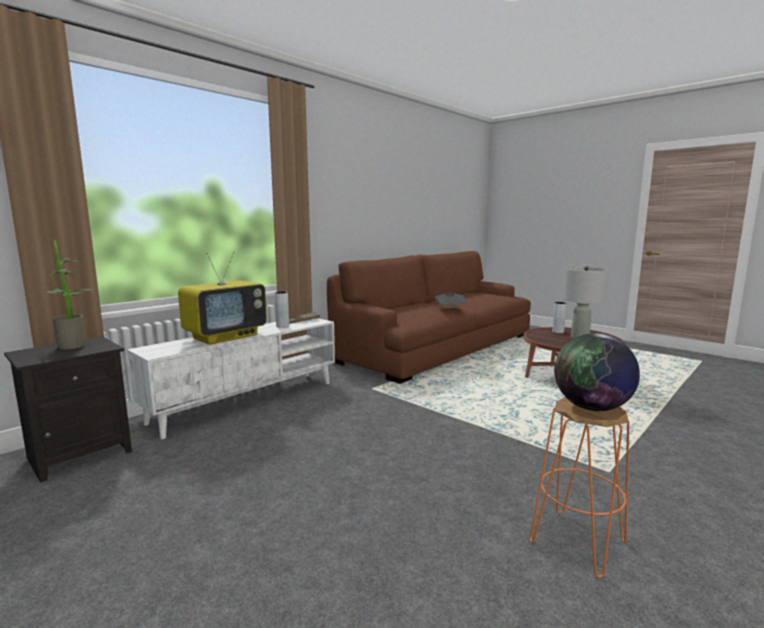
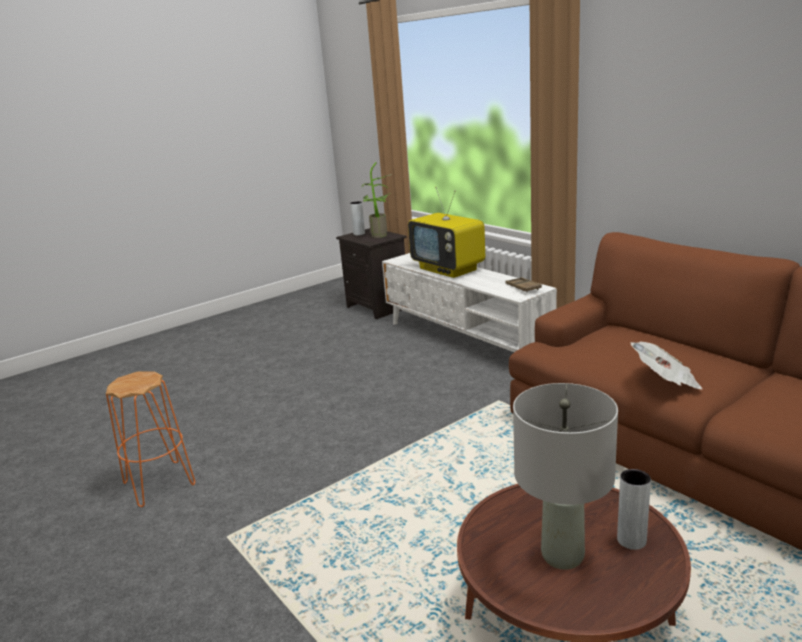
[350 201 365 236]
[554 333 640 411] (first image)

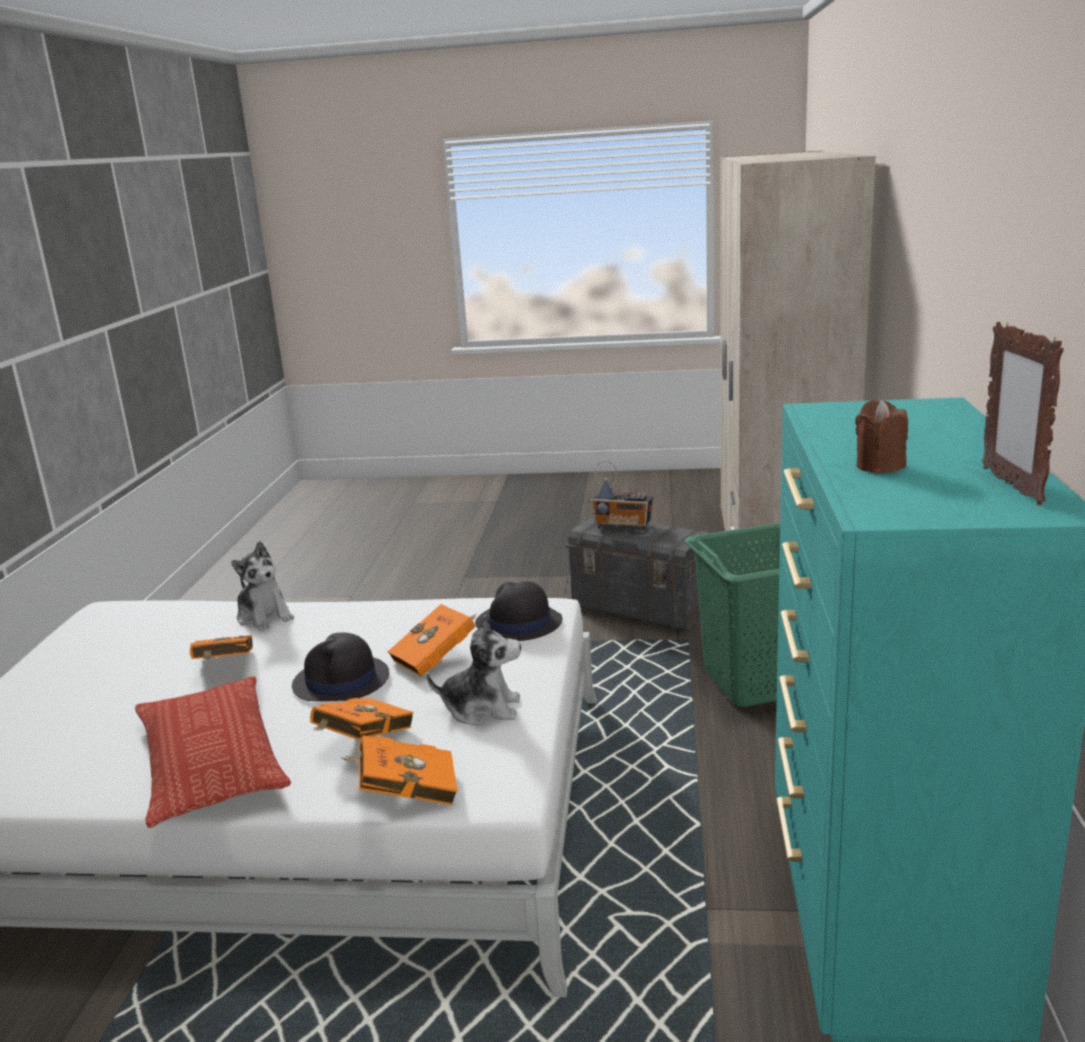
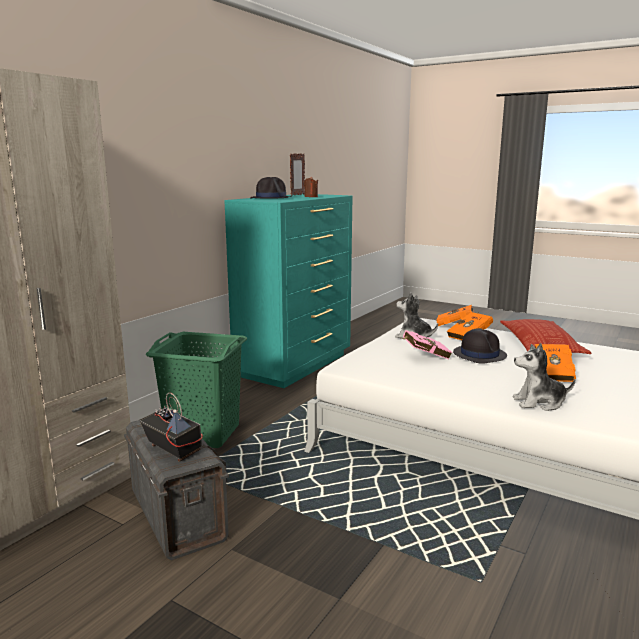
[513 343 575 411]
[250 177 292 199]
[399 330 452 359]

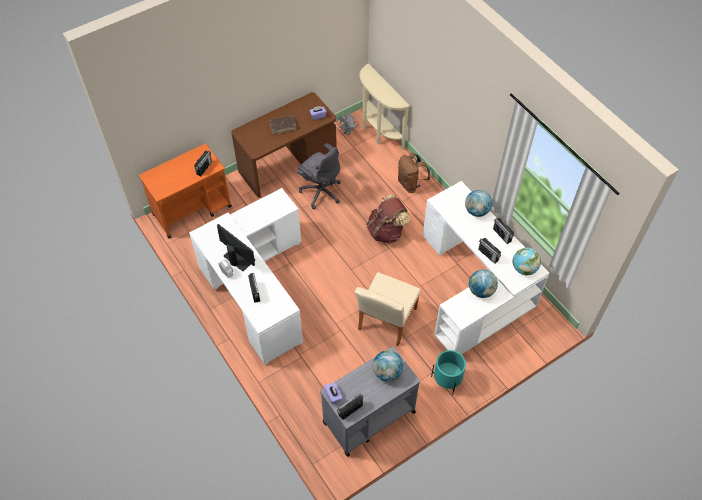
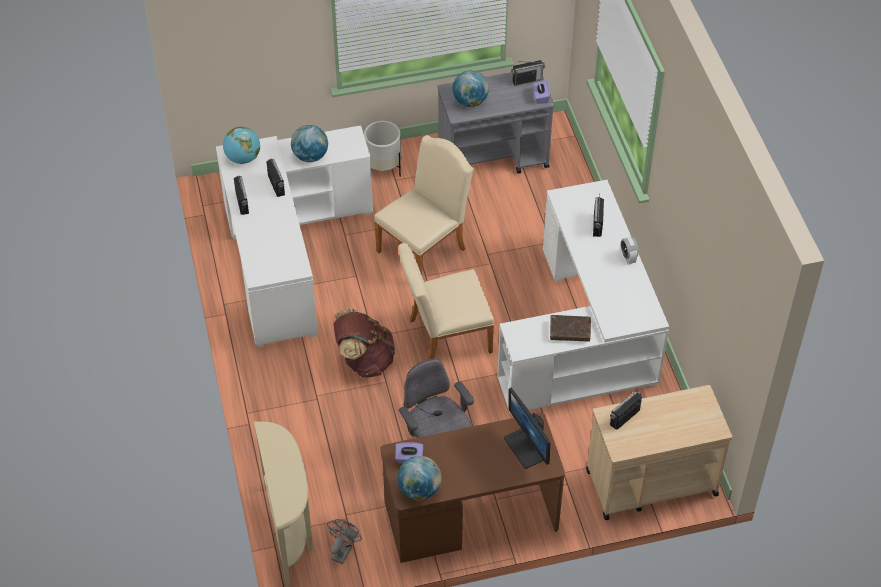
[550 315 591 342]
[586 385 732 520]
[398 153 430 193] (first image)
[397 456 442 500]
[504 388 550 469]
[364 121 401 176]
[398 243 494 360]

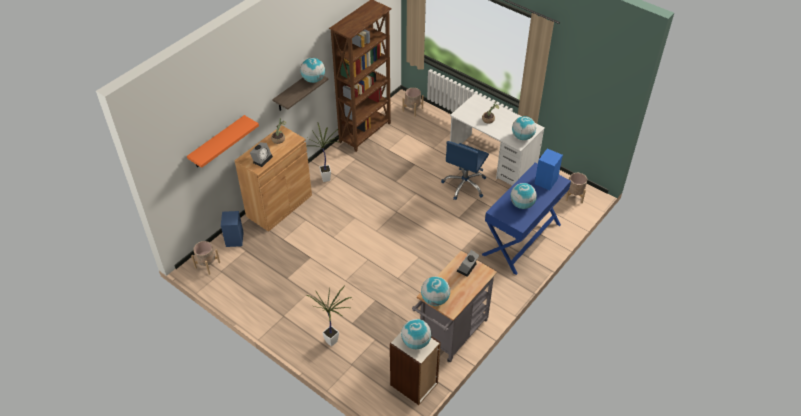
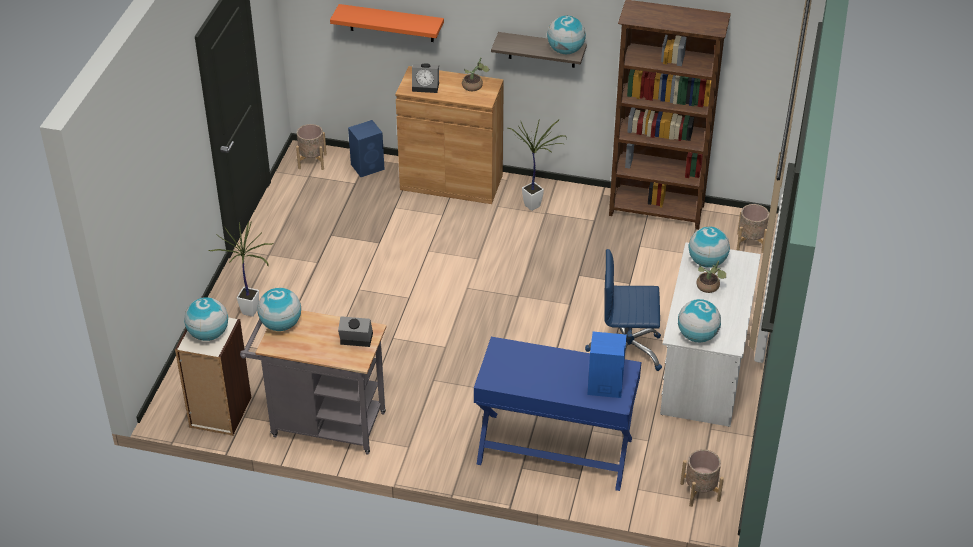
[689 227 730 268]

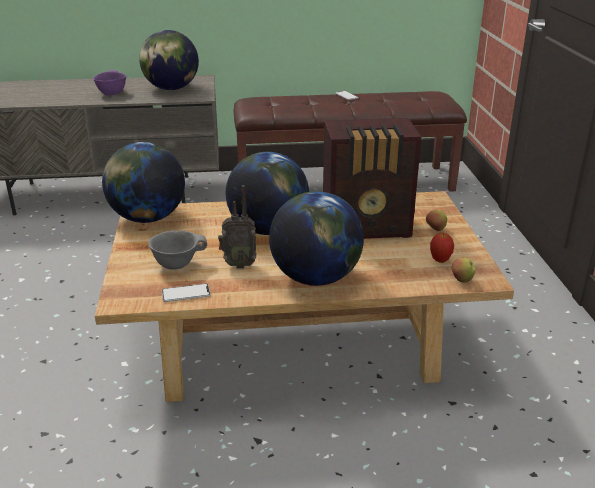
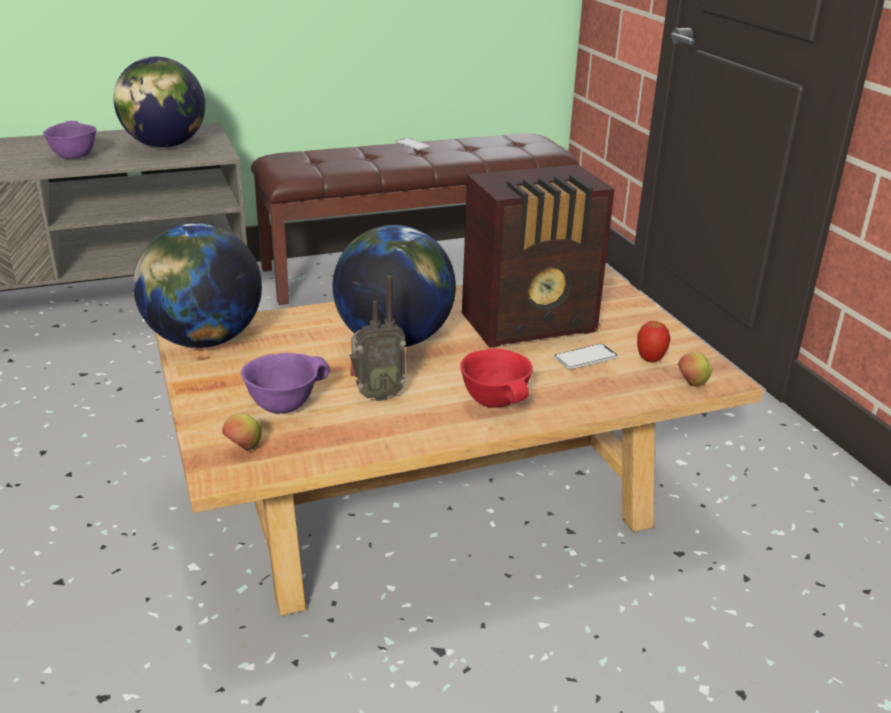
[460 349 533 408]
[222 413 262 451]
[241 353 330 414]
[554 344 618 369]

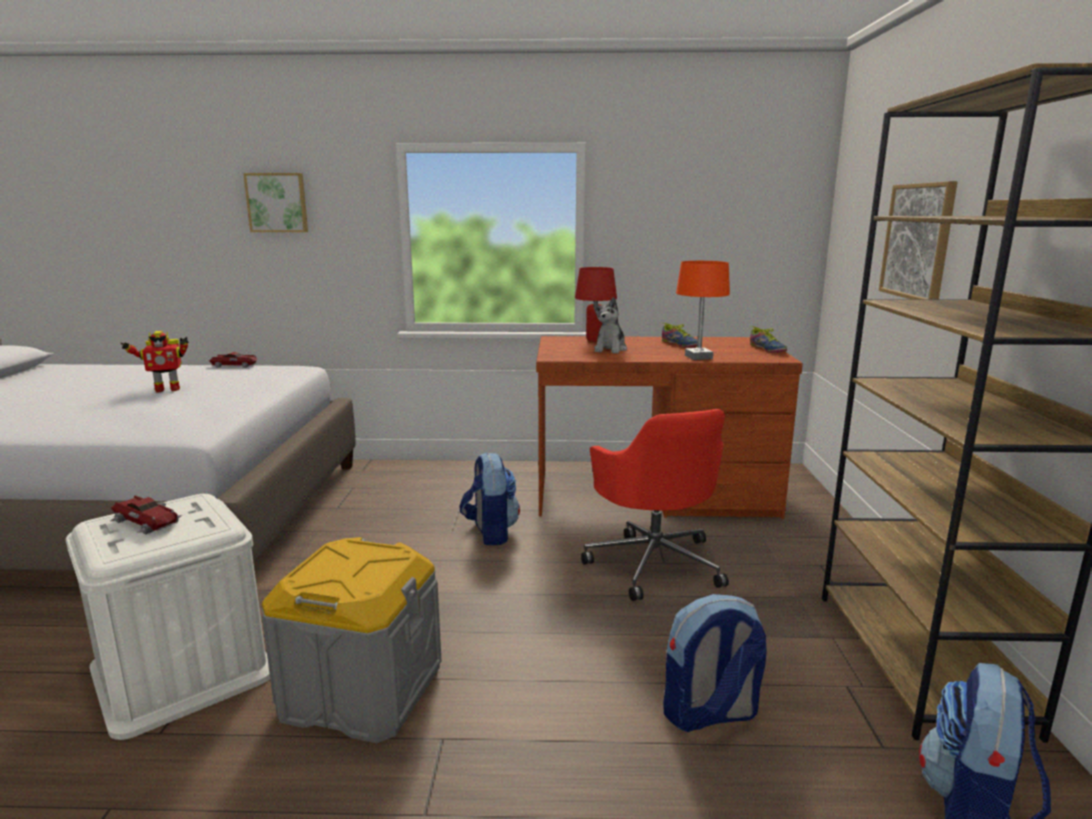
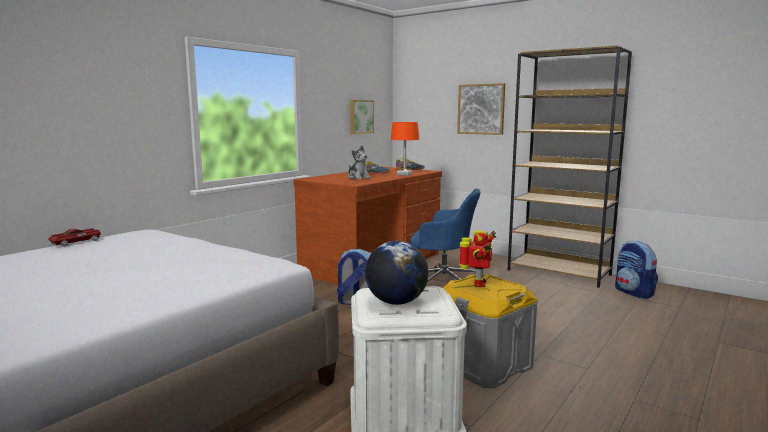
[350 100 374 134]
[575 267 617 342] (first image)
[459 231 496 287]
[410 189 481 287]
[365 241 429 305]
[663 594 767 732] (first image)

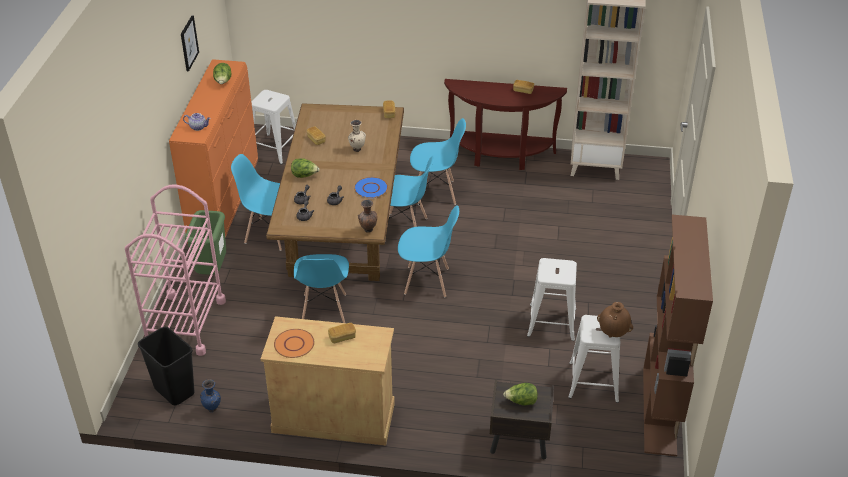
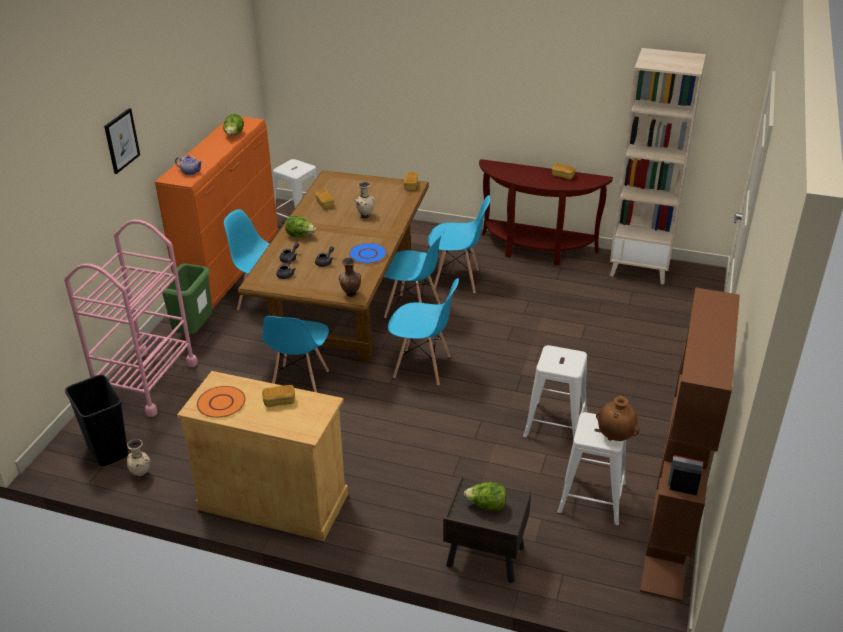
[104 108 140 174]
[127 439 150 479]

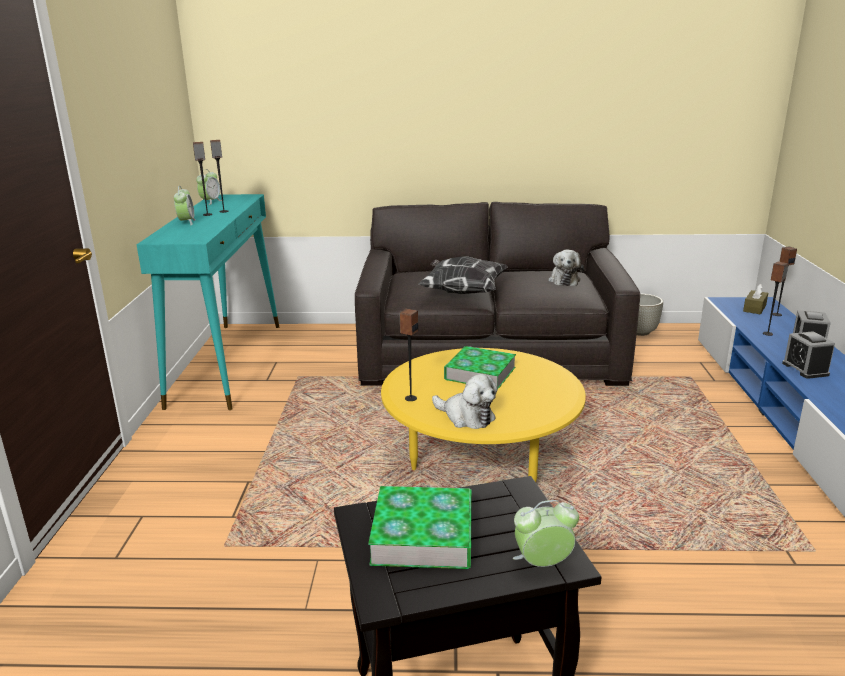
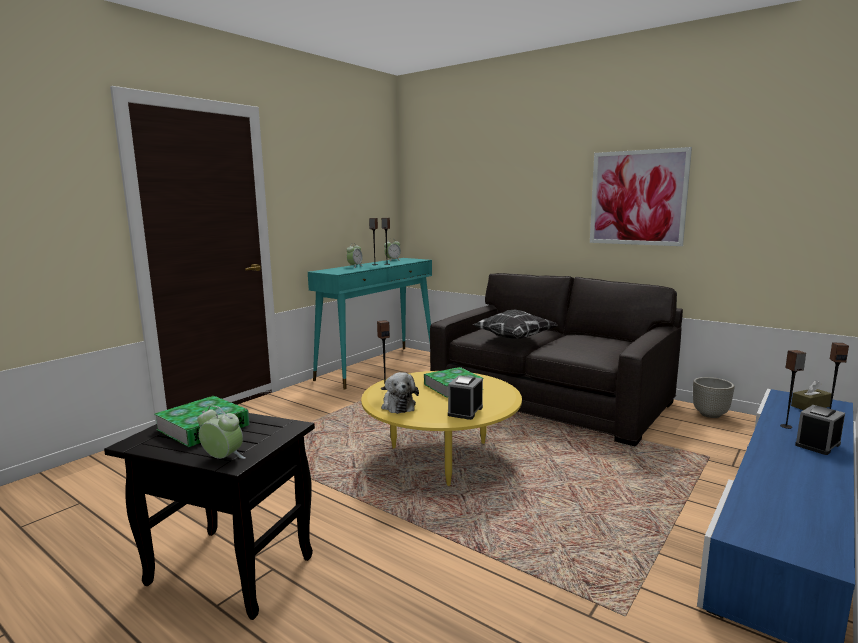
[548 250 584 286] (first image)
[448 375 483 420]
[590 147 692 246]

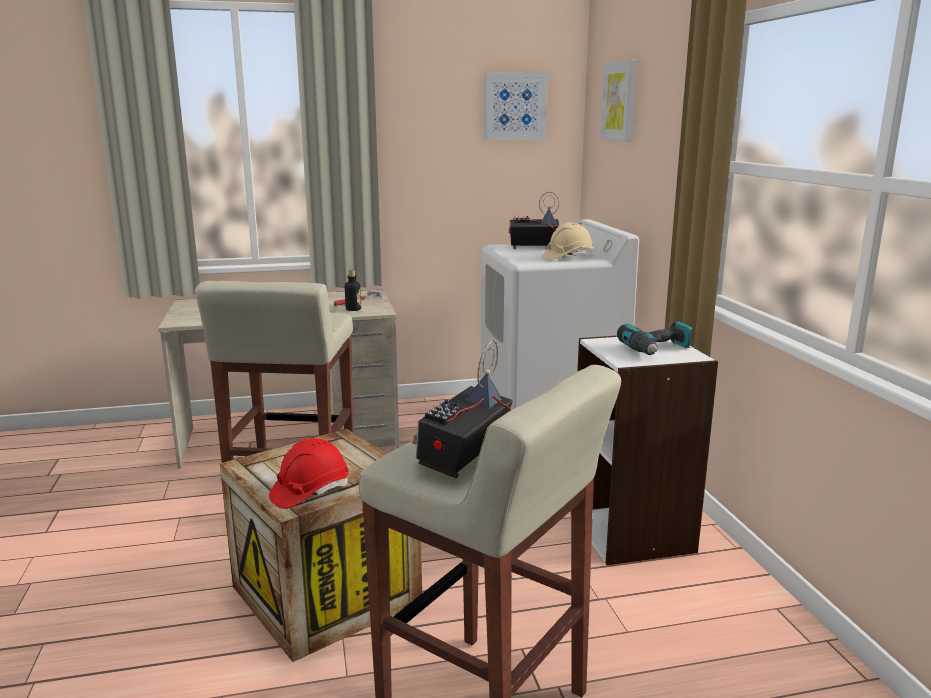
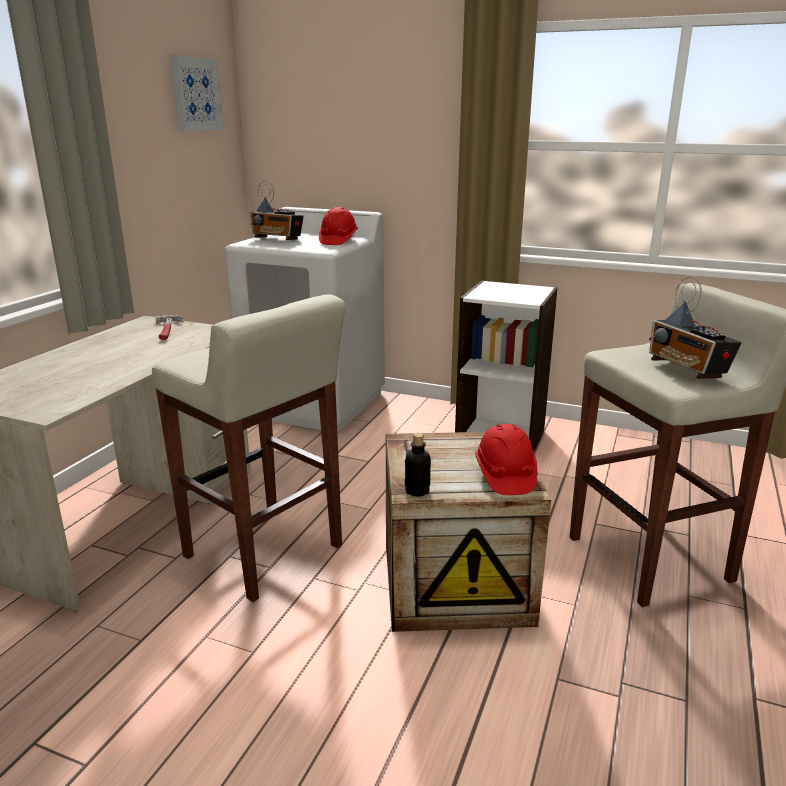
[600 60 636 142] (first image)
[249 181 304 240]
[319 207 358 245]
[405 433 431 496]
[617 321 692 355] (first image)

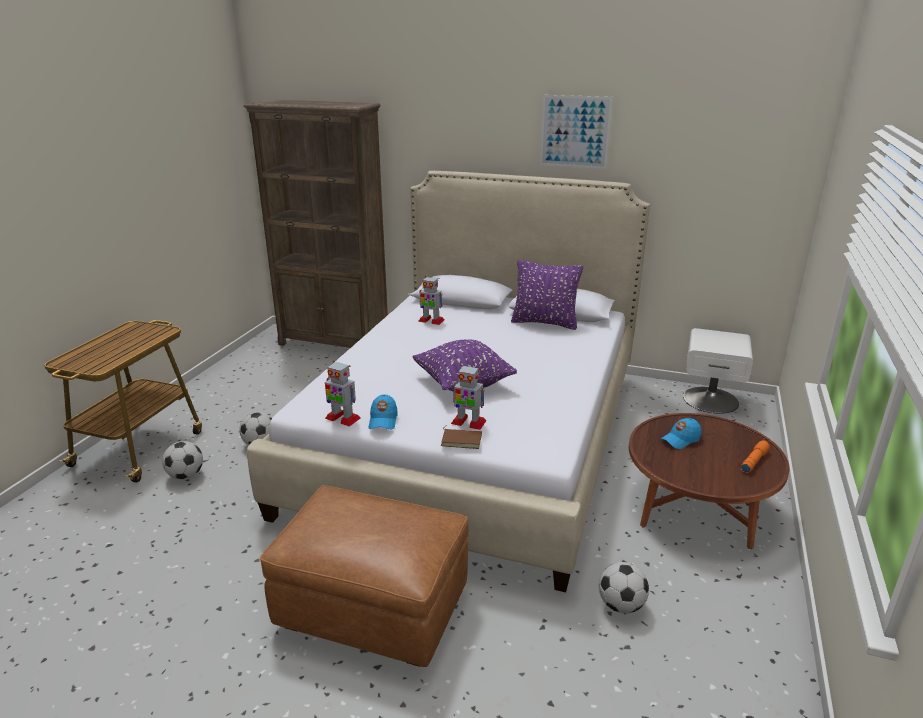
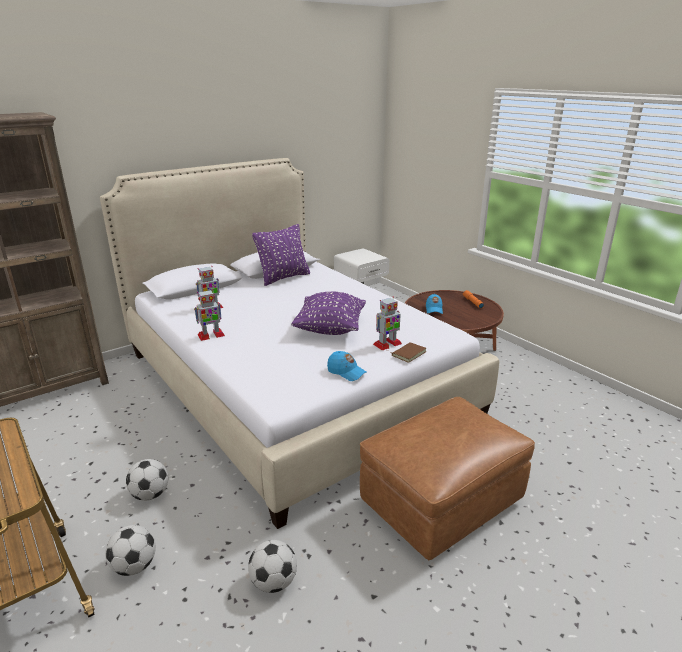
[540 95 613 169] (first image)
[194 289 225 341]
[248 540 297 593]

